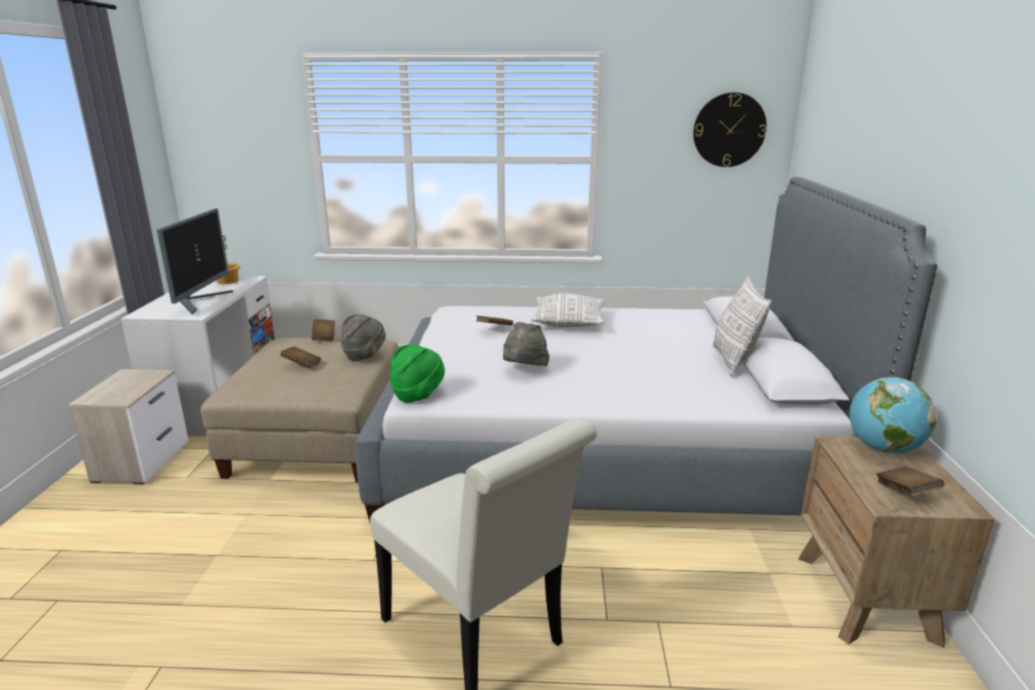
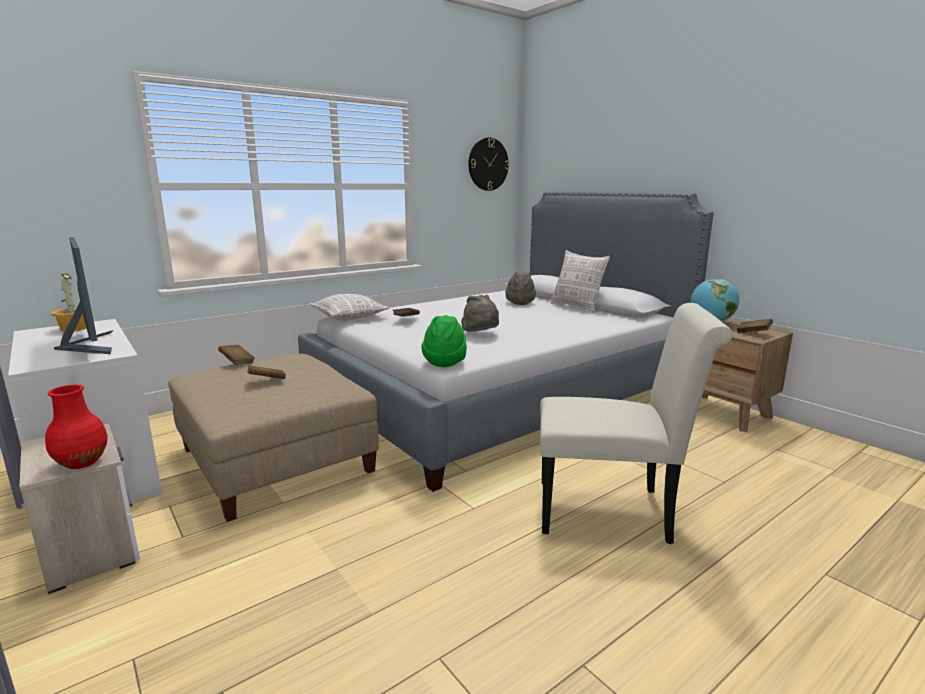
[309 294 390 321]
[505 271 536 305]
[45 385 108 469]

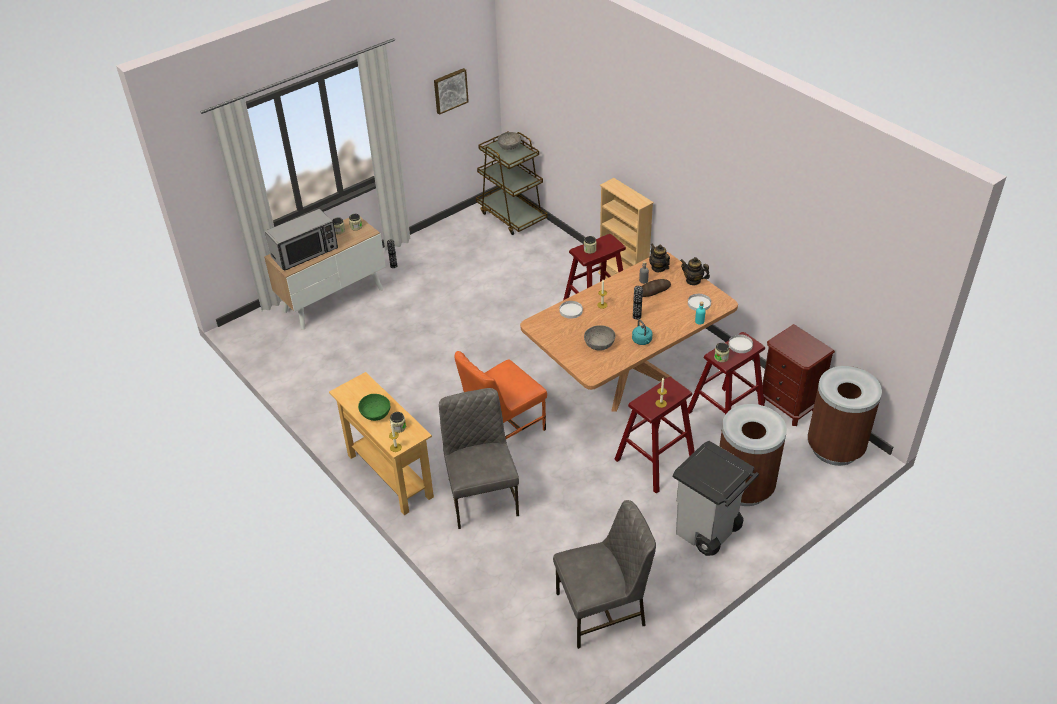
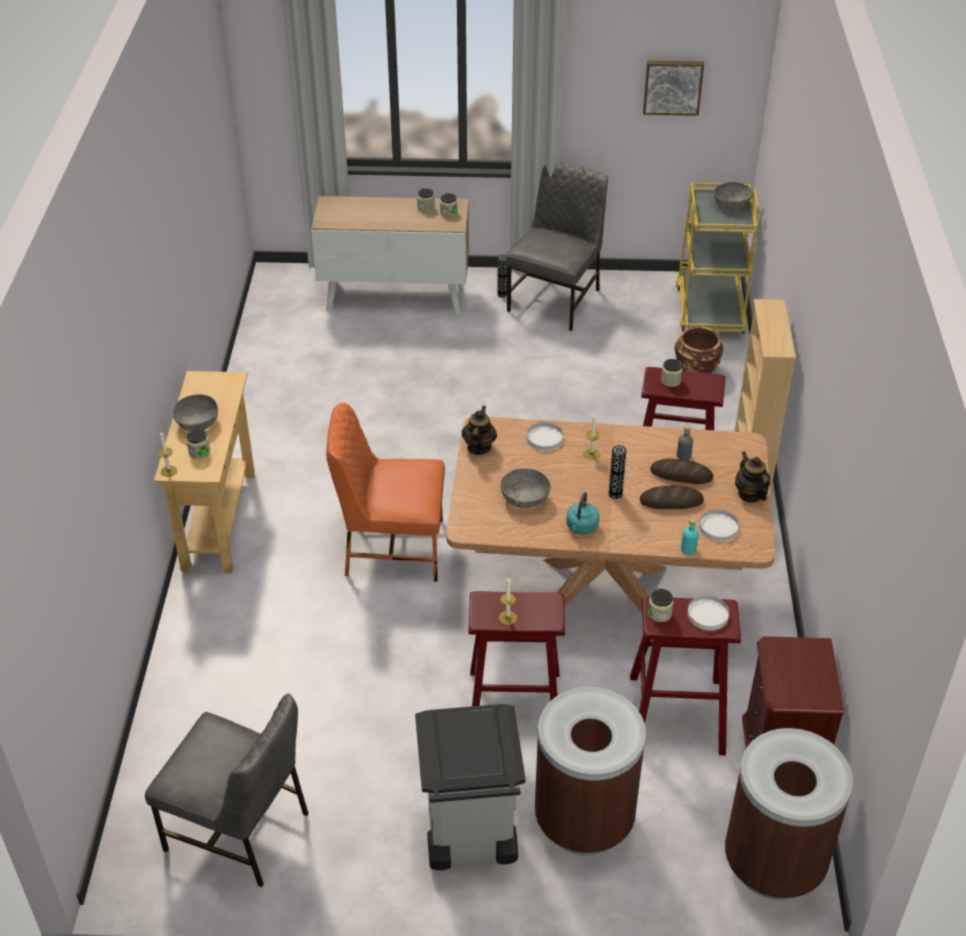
[676 183 759 333]
[265 209 338 271] (first image)
[462 406 497 455]
[505 162 608 331]
[172 394 218 431]
[674 326 723 373]
[640 486 704 509]

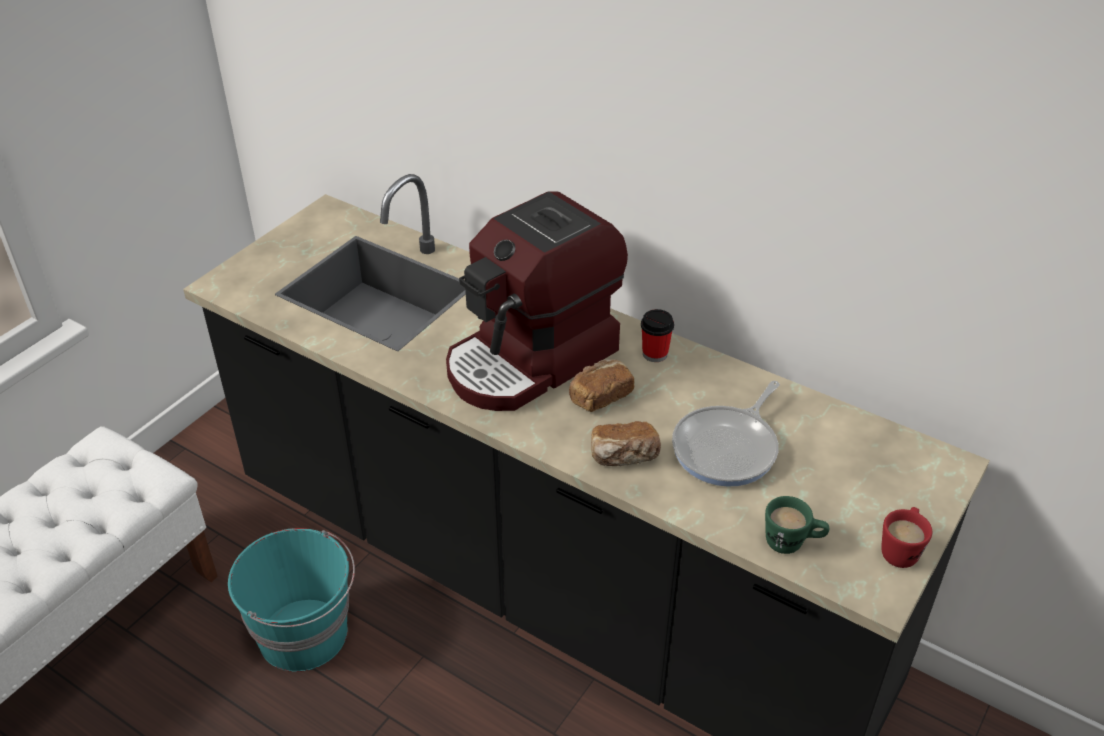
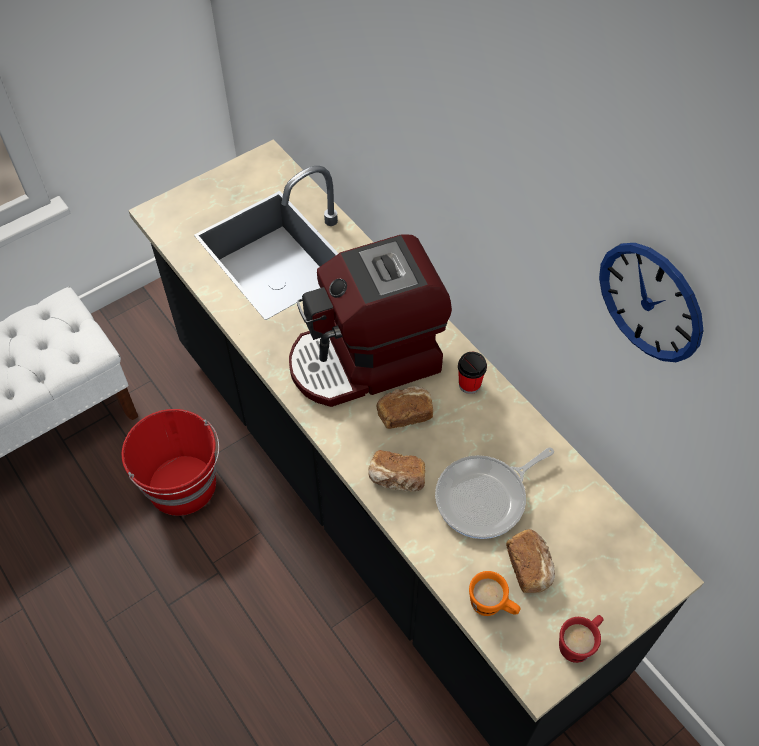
[469 571 520 616]
[122 409 219 516]
[599 243 703 362]
[506 529 555 593]

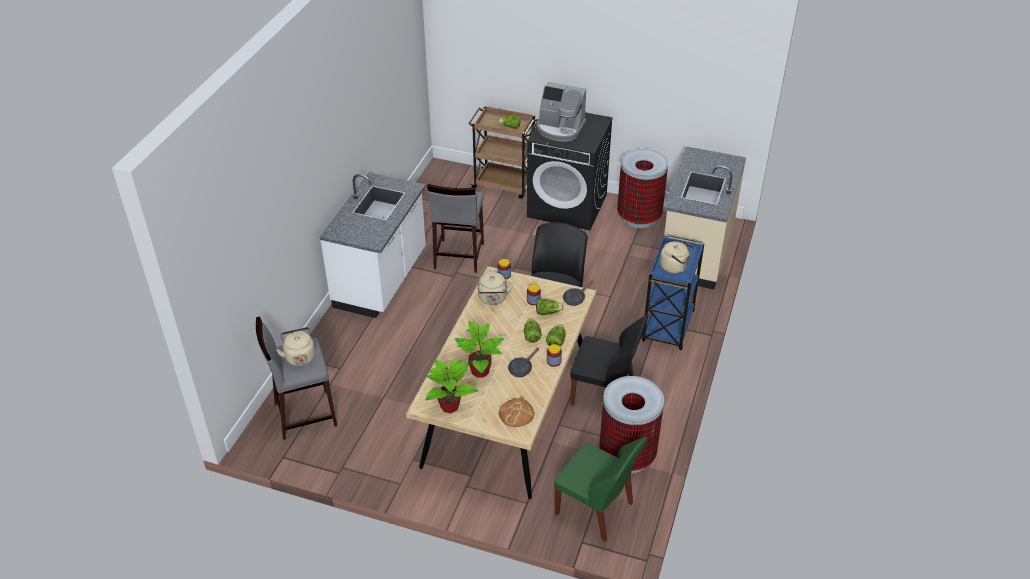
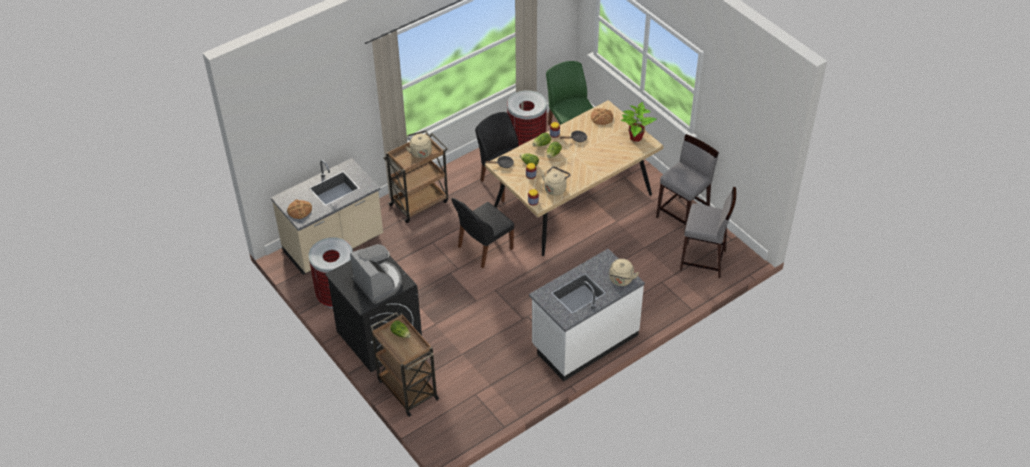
[656 134 719 235]
[383 133 448 223]
[455 321 504 378] (first image)
[608 259 639 286]
[287 199 312 219]

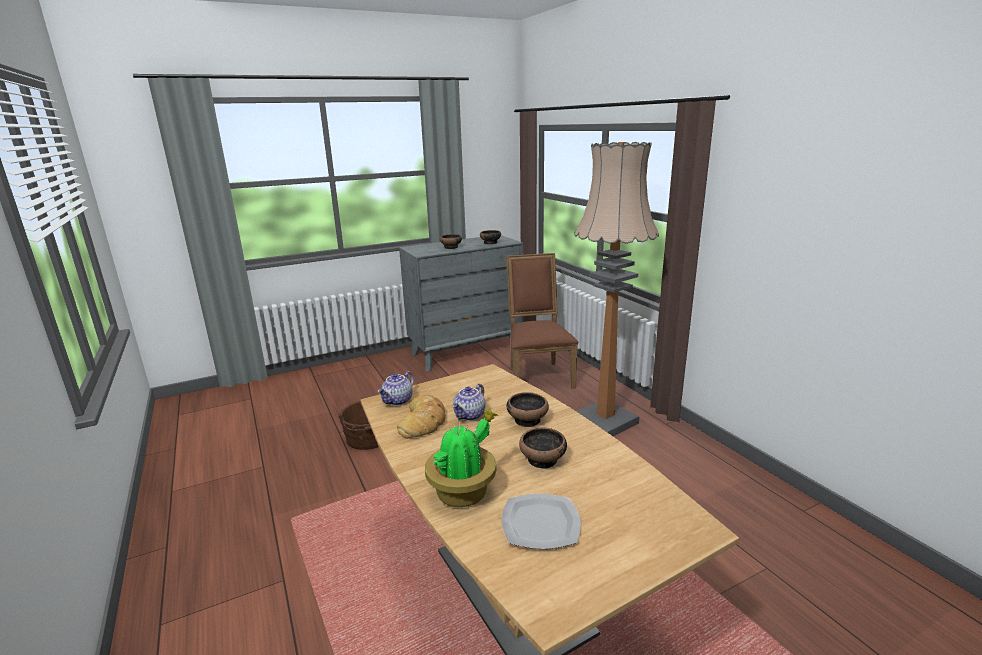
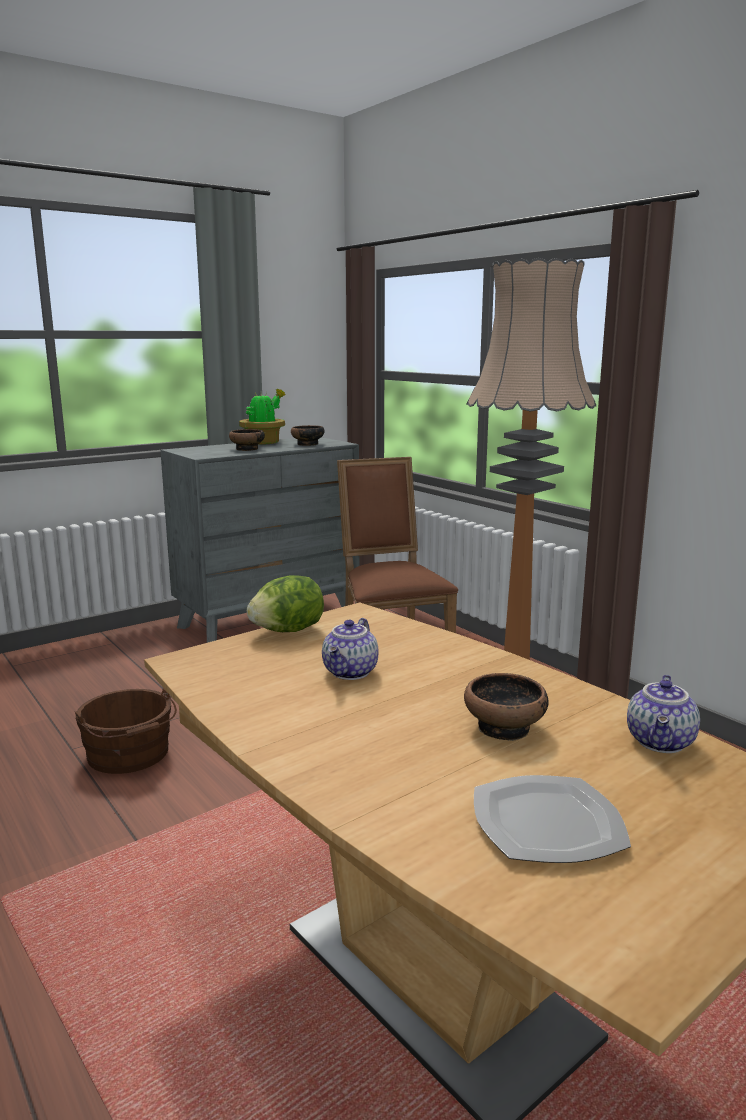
[627 675 700 753]
[507 392 549 427] (first image)
[397 395 446 439] (first image)
[239 389 286 445]
[247 575 324 632]

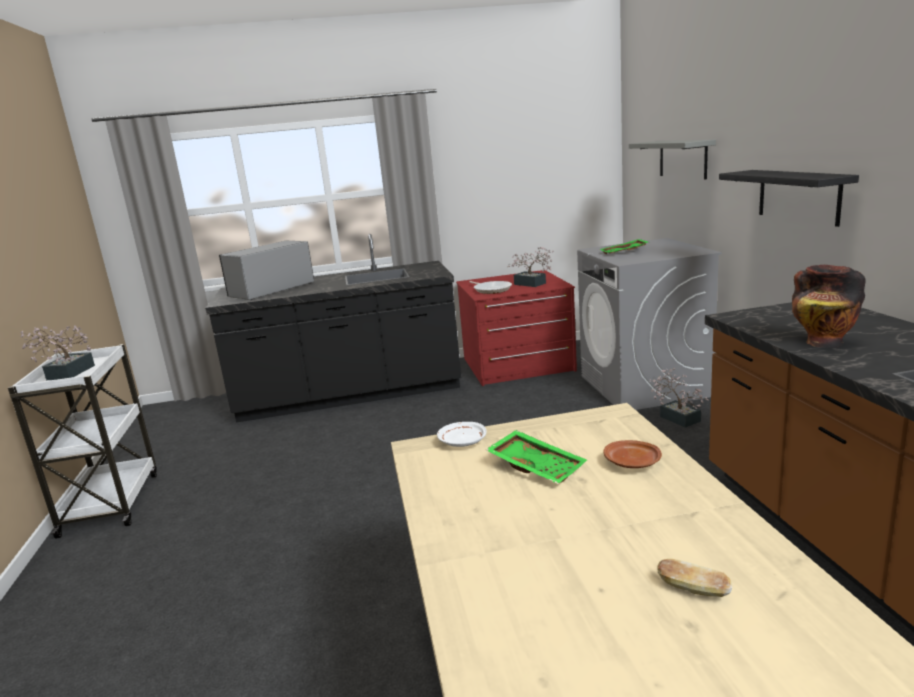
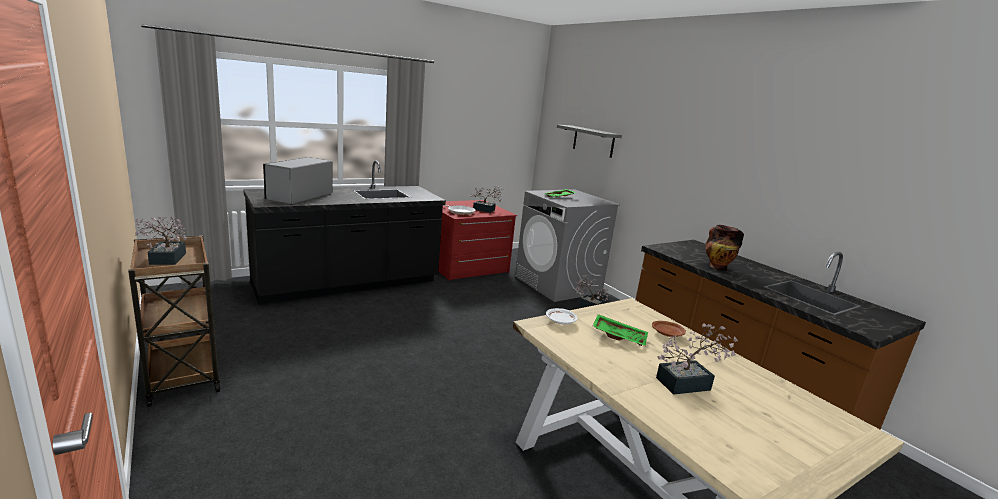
[719 170 859 227] (first image)
[128 235 221 407]
[657 559 732 597] (first image)
[656 323 738 395]

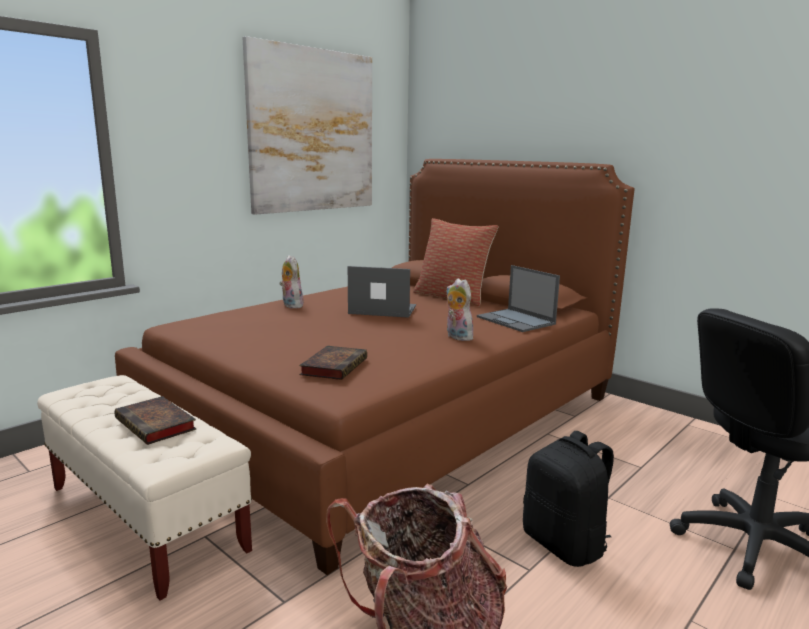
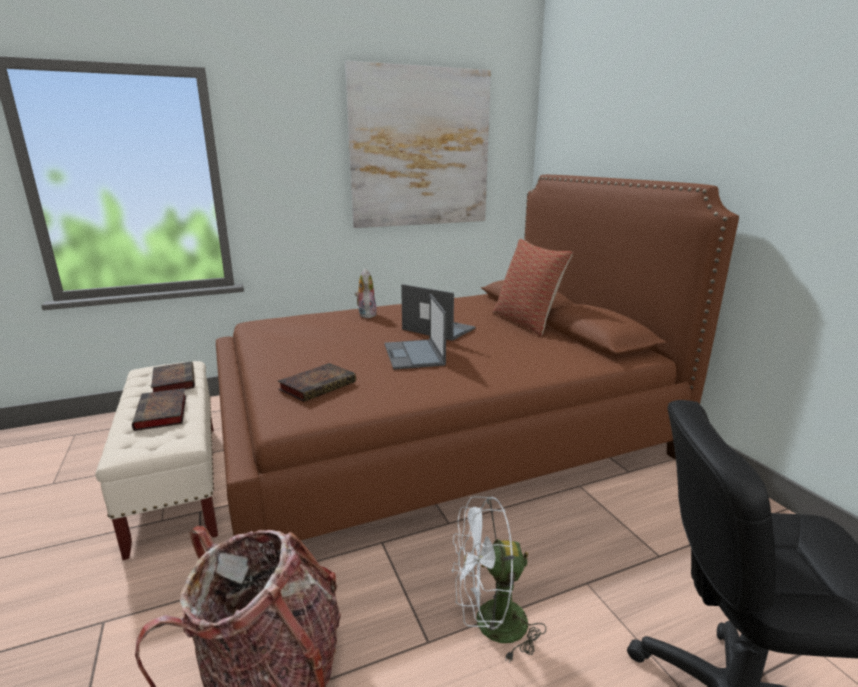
[384 294 446 370]
[446 278 473 341] (first image)
[452 496 547 662]
[151 361 195 392]

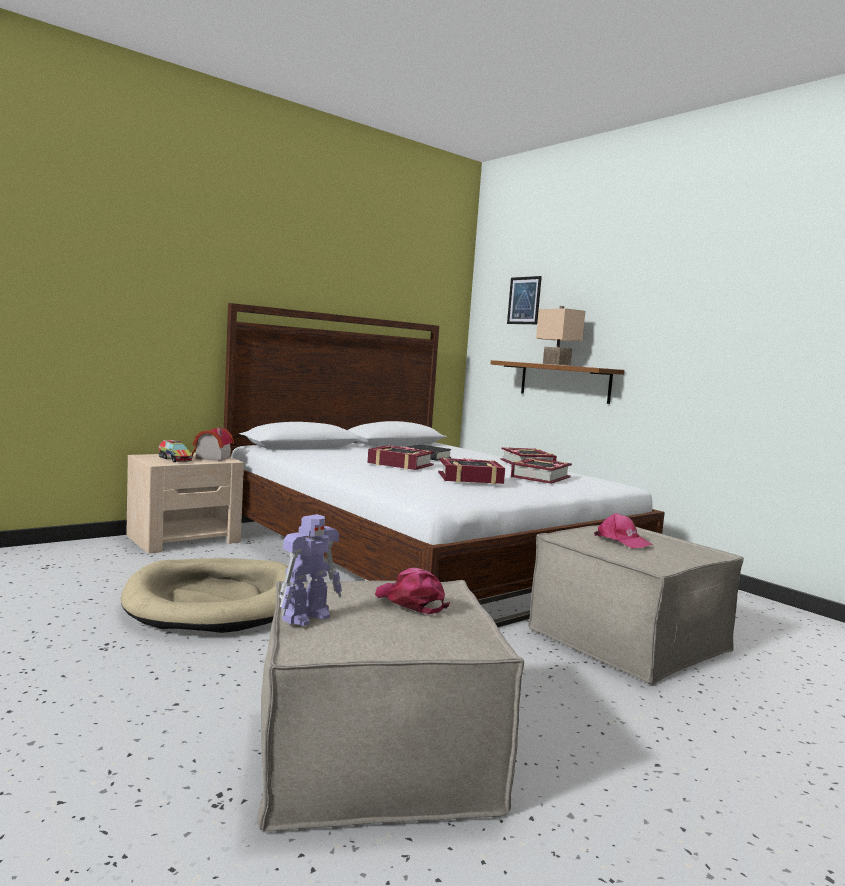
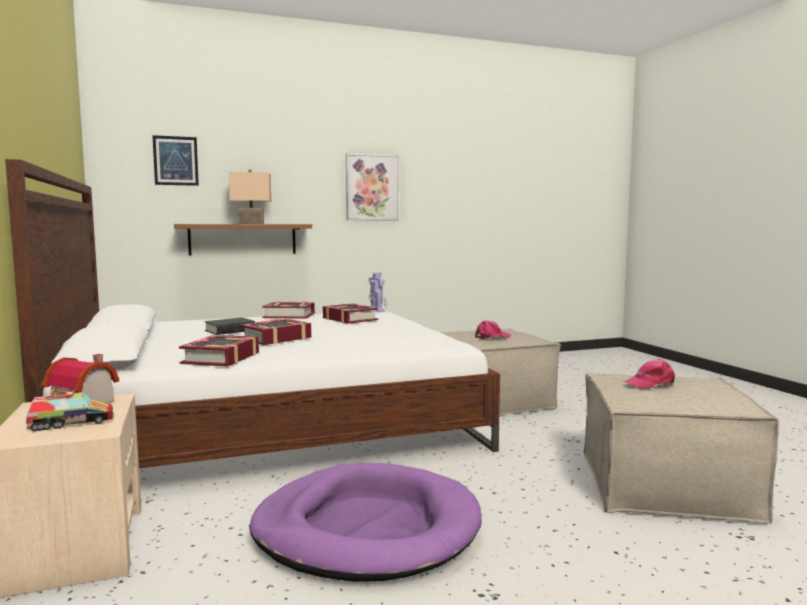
[179 335 259 367]
[368 272 387 312]
[249 463 482 582]
[346 153 399 221]

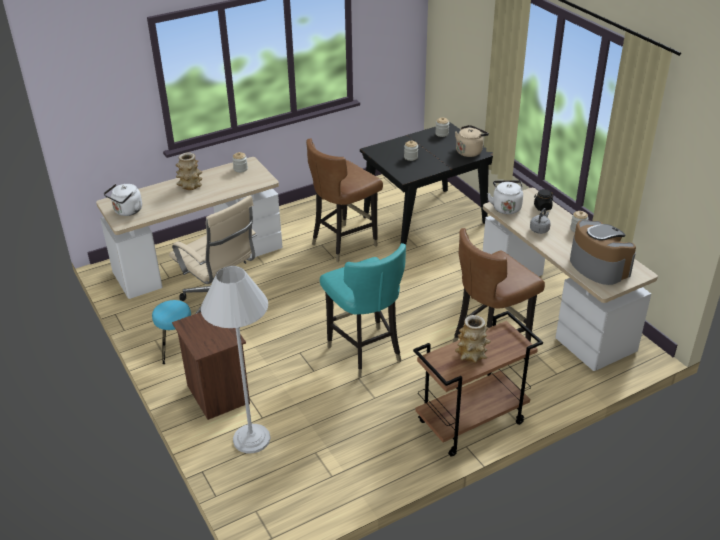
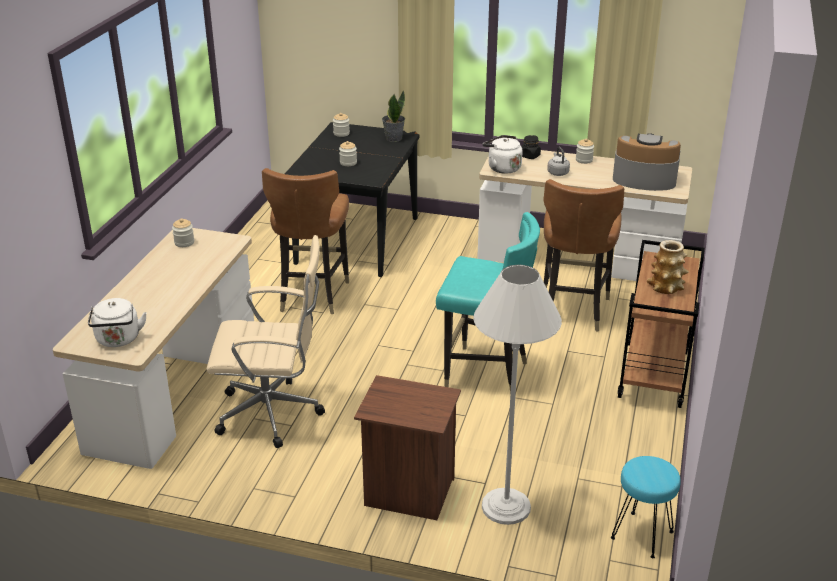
[382 91 405 142]
[176 152 202 190] (first image)
[611 456 681 558]

